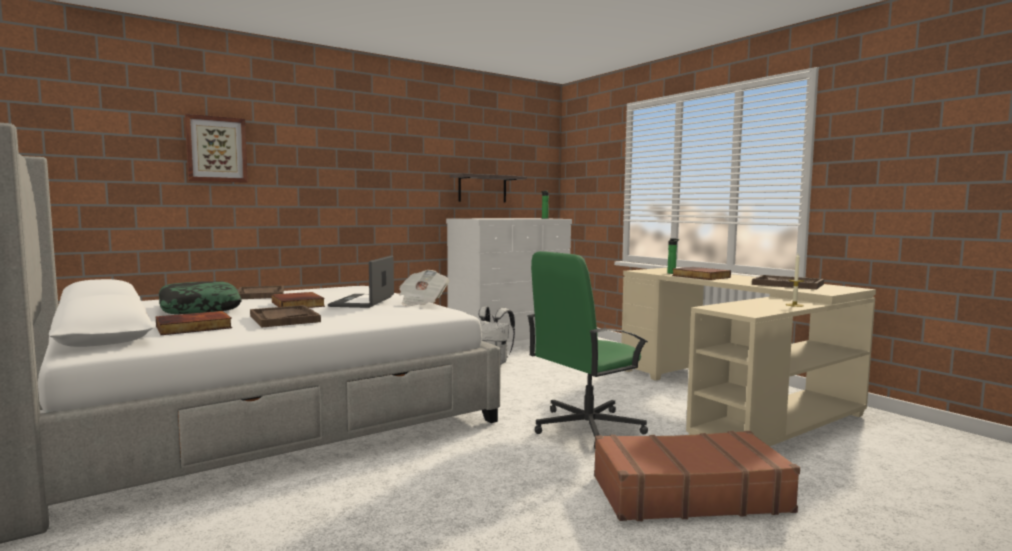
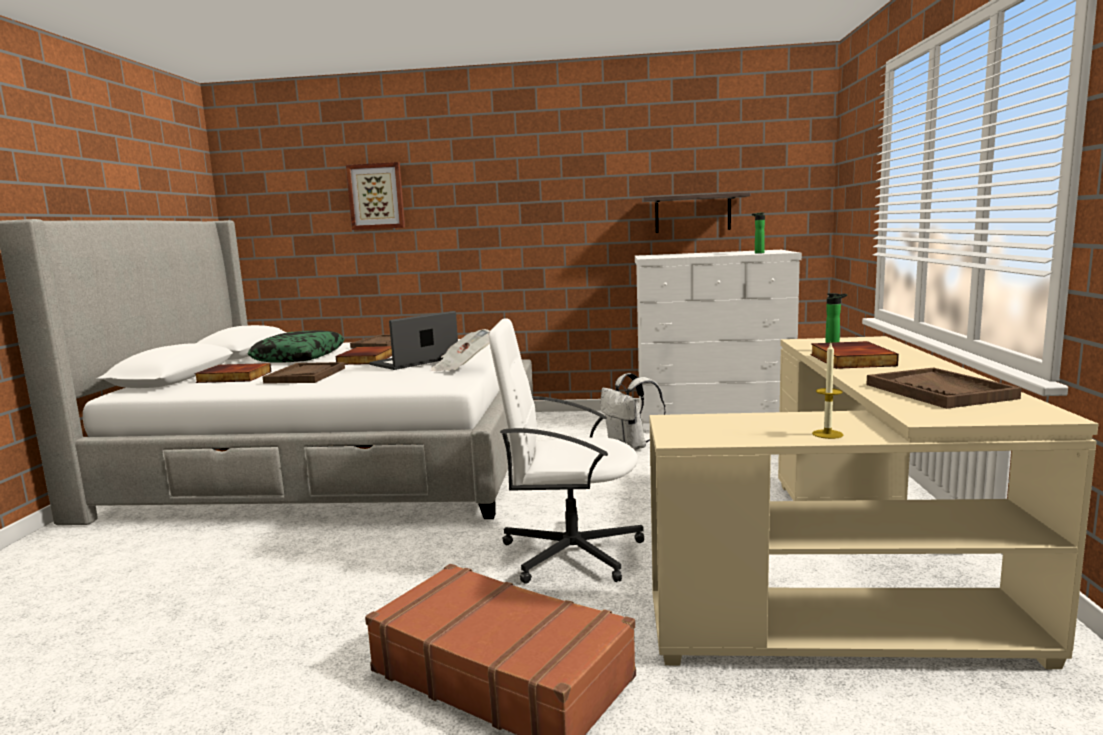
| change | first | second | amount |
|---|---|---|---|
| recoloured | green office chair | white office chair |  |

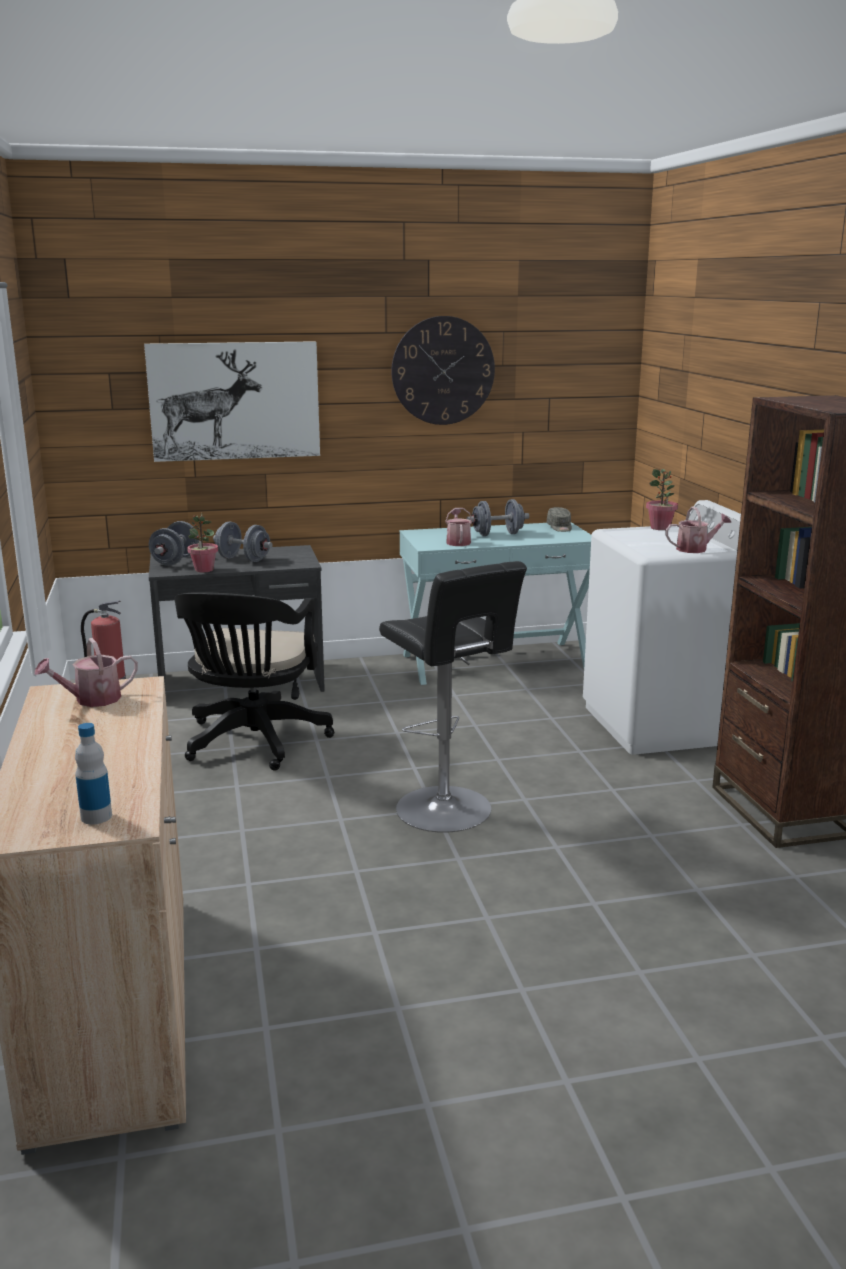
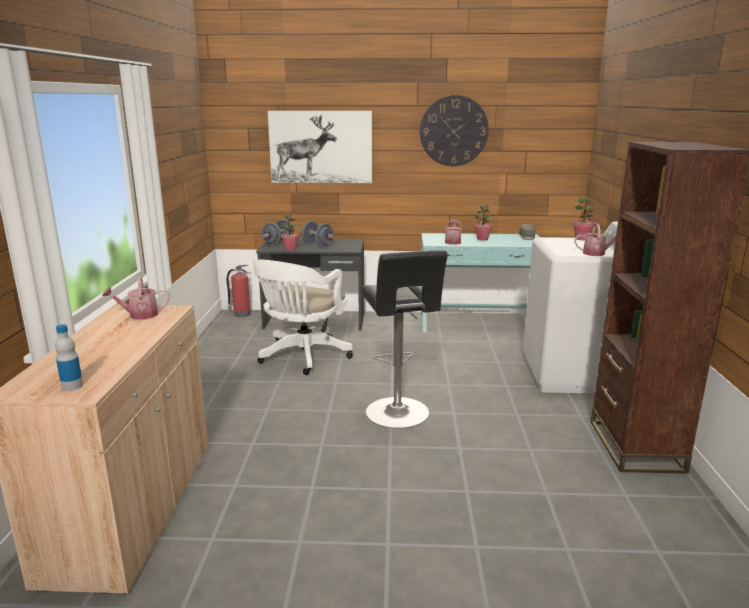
| change | first | second | amount |
|---|---|---|---|
| recoloured | black office chair | white office chair |  |
| replaced | grey dumbbell (3rd from left) | potted plant (2nd from left) |  |

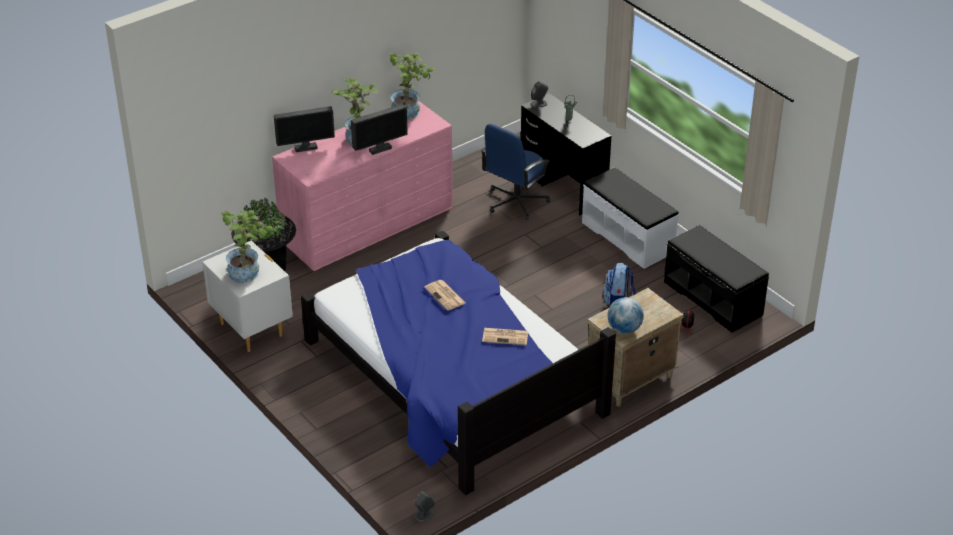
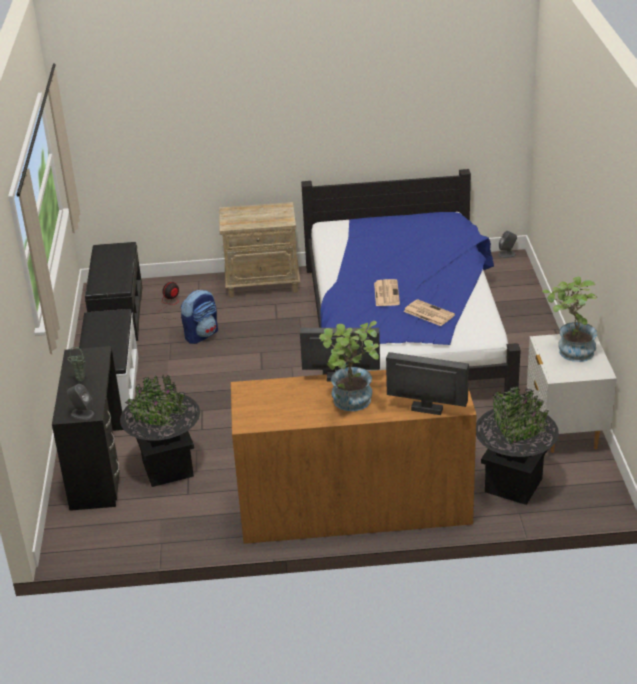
| change | first | second | amount |
|---|---|---|---|
| replaced | blue office chair | black planter (1st from left) |  |
| recoloured | pink dresser | brown dresser |  |
| moved | newspaper (2nd from left) |  |  |
| removed | potted plant (3rd from left) |  |  |
| removed | globe |  |  |

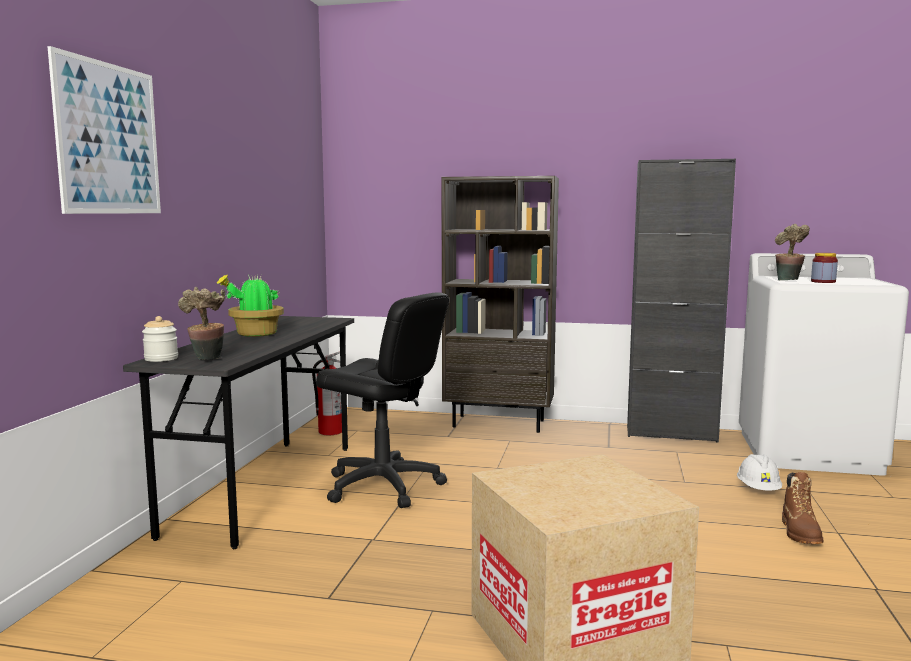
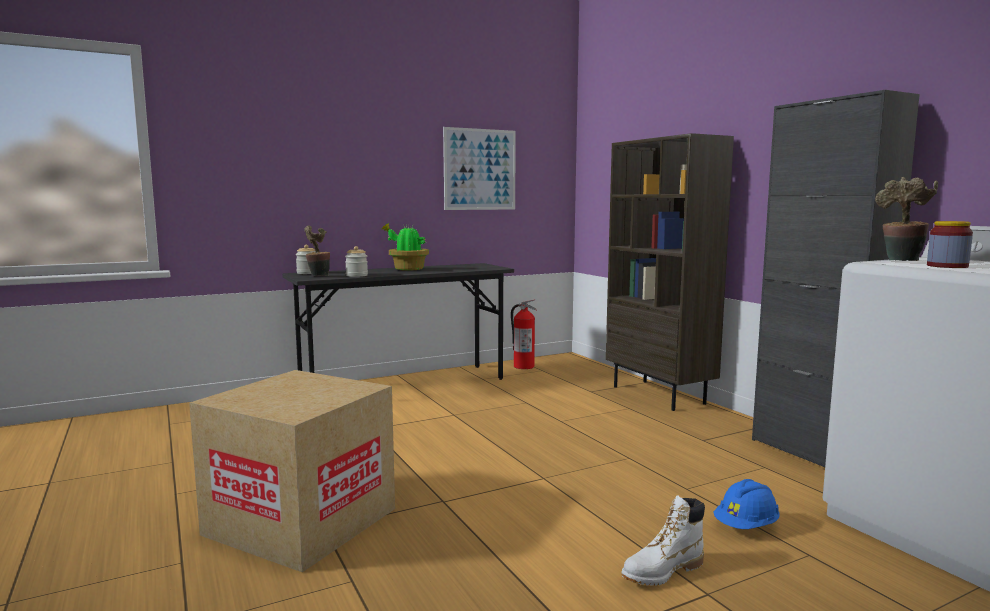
| change | first | second | amount |
|---|---|---|---|
| added |  | jar (2nd from left) |  |
| moved | picture |  |  |
| recoloured | brown boot | white boot |  |
| recoloured | white hard hat | blue hard hat |  |
| removed | black office chair |  |  |

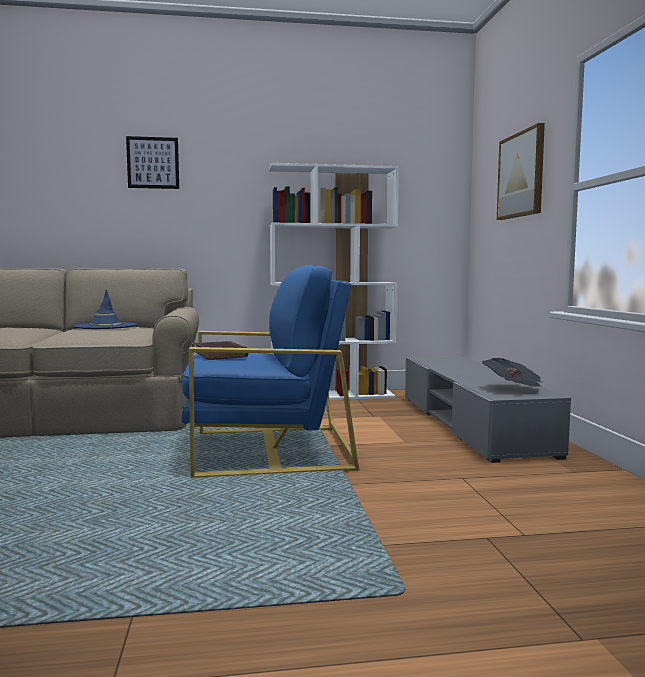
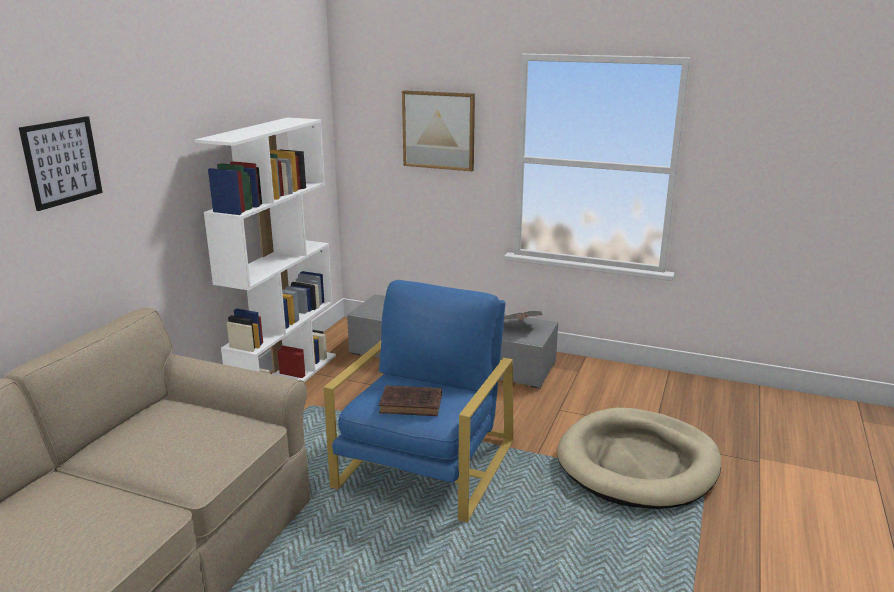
| change | first | second | amount |
|---|---|---|---|
| added |  | beige dog bed |  |
| removed | blue hat |  |  |

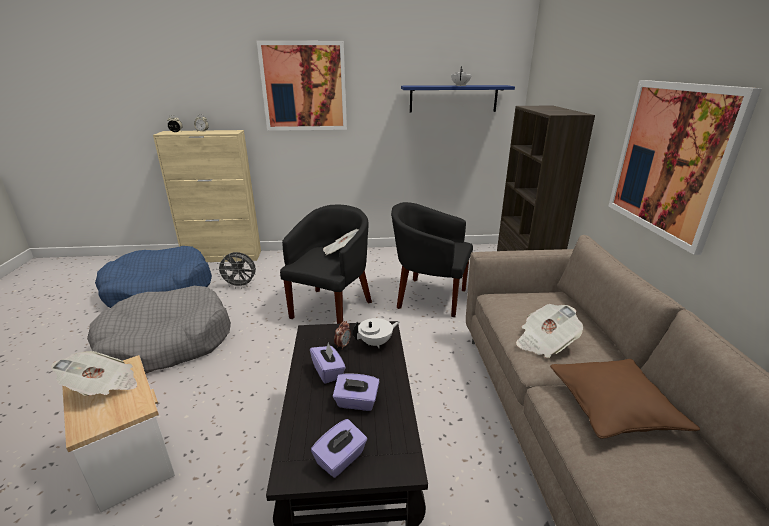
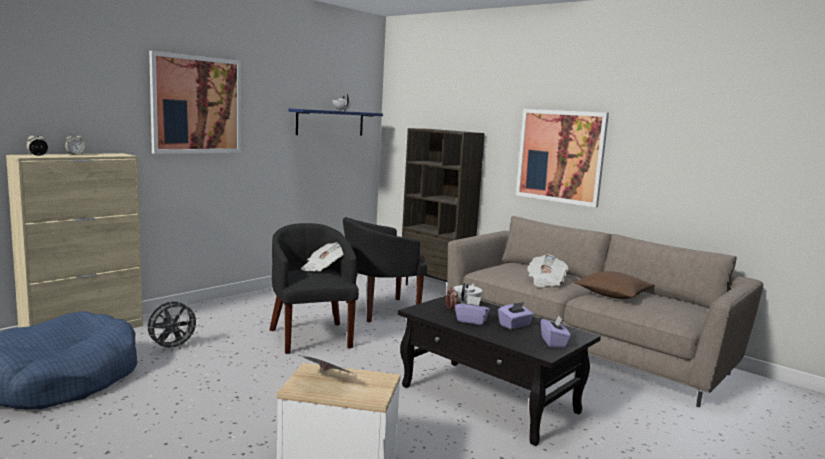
| change | first | second | amount |
|---|---|---|---|
| removed | grey dog bed |  |  |

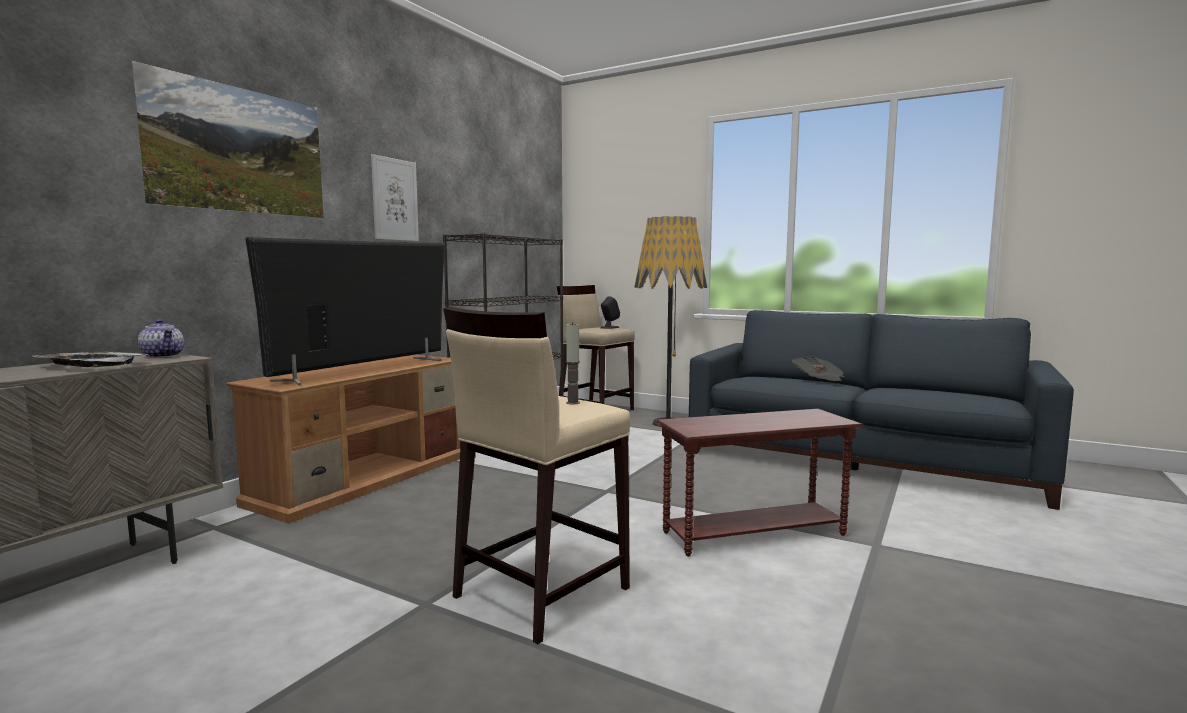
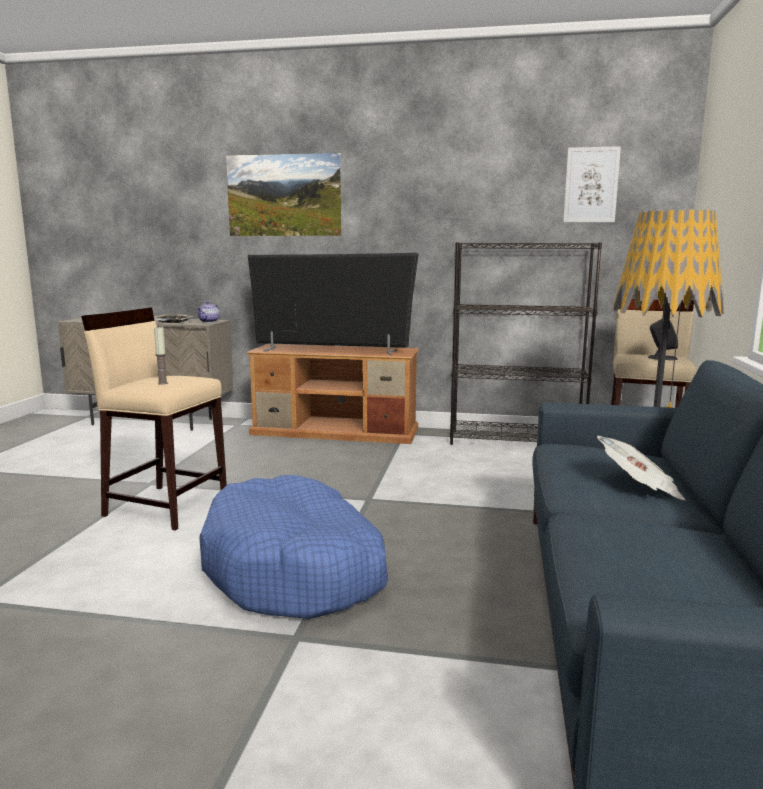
| change | first | second | amount |
|---|---|---|---|
| replaced | brown side table | blue dog bed |  |
| moved | picture (2nd from left) |  |  |

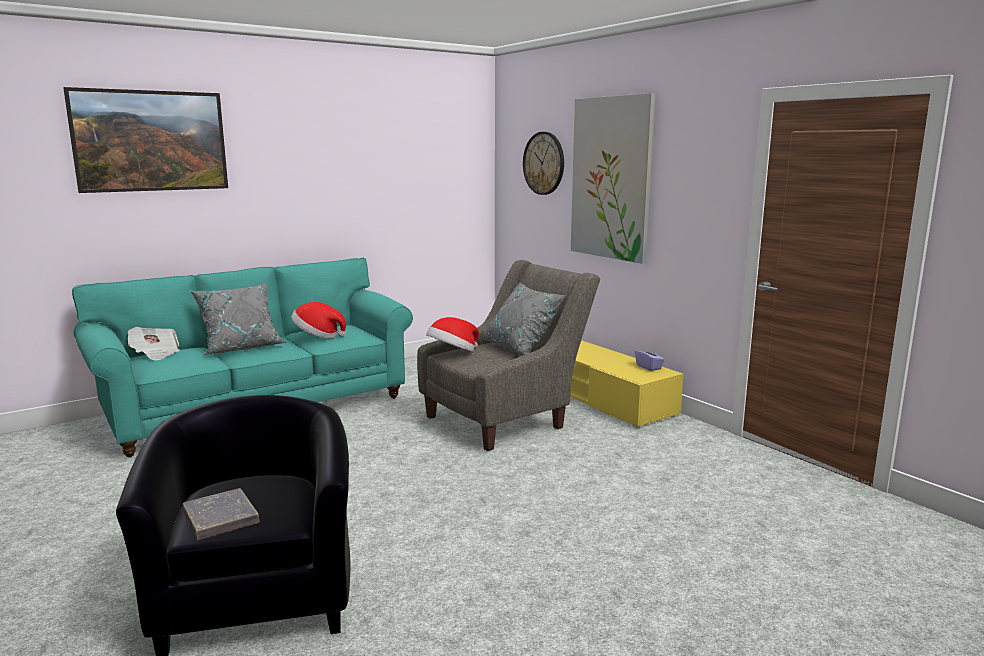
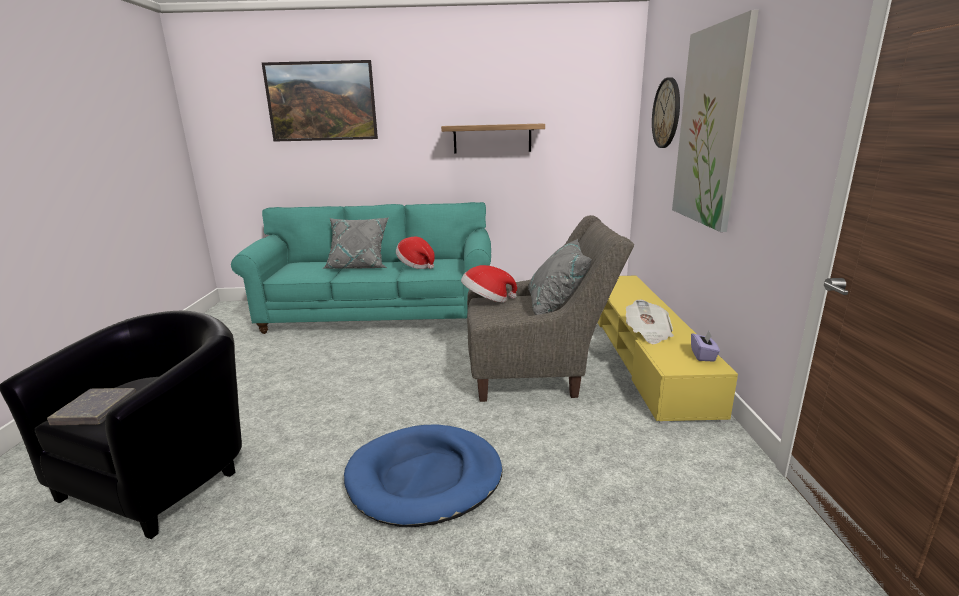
| change | first | second | amount |
|---|---|---|---|
| added |  | blue dog bed |  |
| added |  | shelf |  |
| moved | newspaper |  |  |

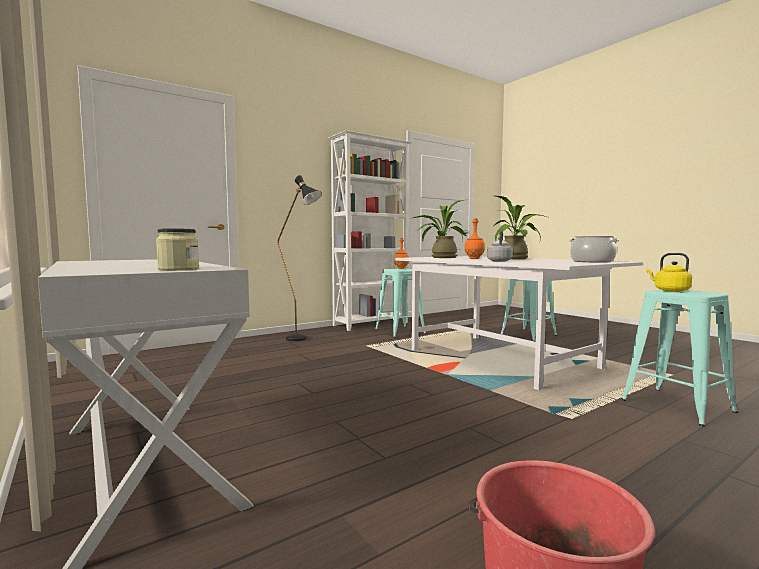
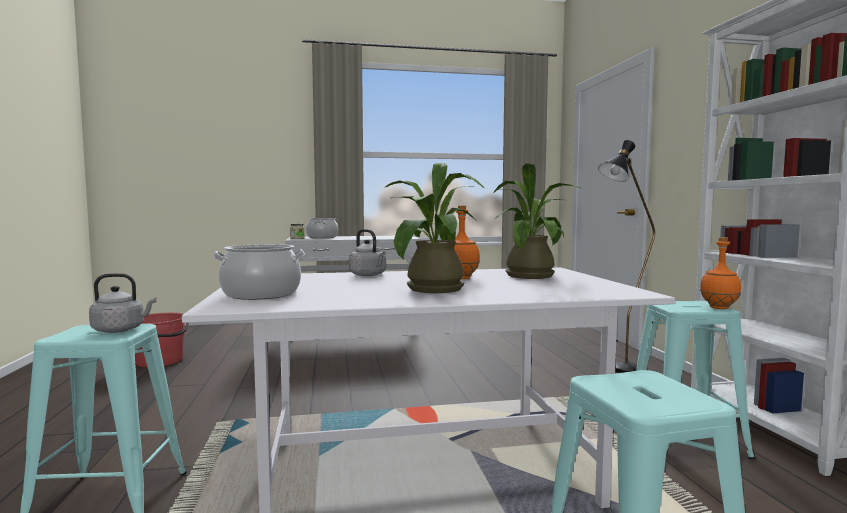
| change | first | second | amount |
|---|---|---|---|
| recoloured | yellow kettle | grey kettle (1st from left) |  |
| added |  | cooking pot (2nd from left) |  |

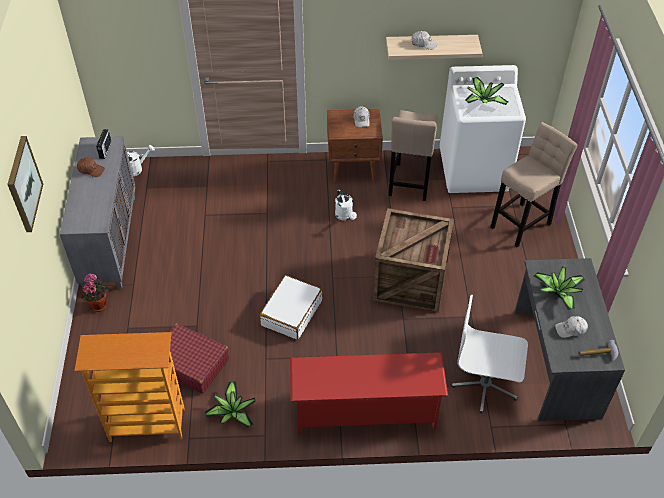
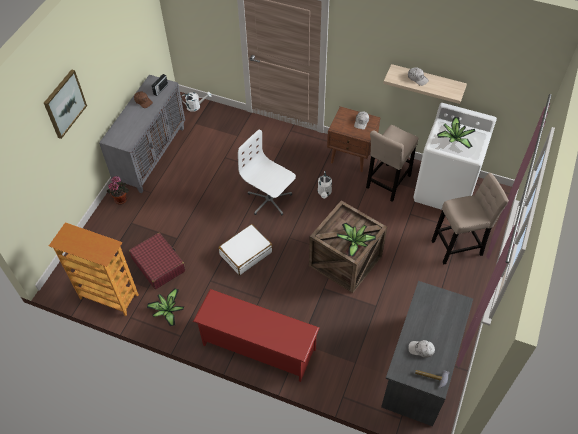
| change | first | second | amount |
|---|---|---|---|
| moved | white office chair |  |  |
| moved | potted plant (4th from left in the first image) | potted plant (3rd from left) |  |

